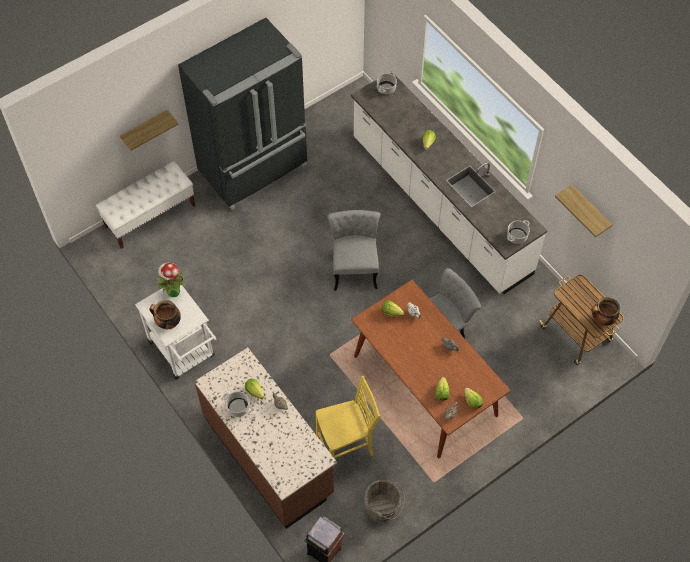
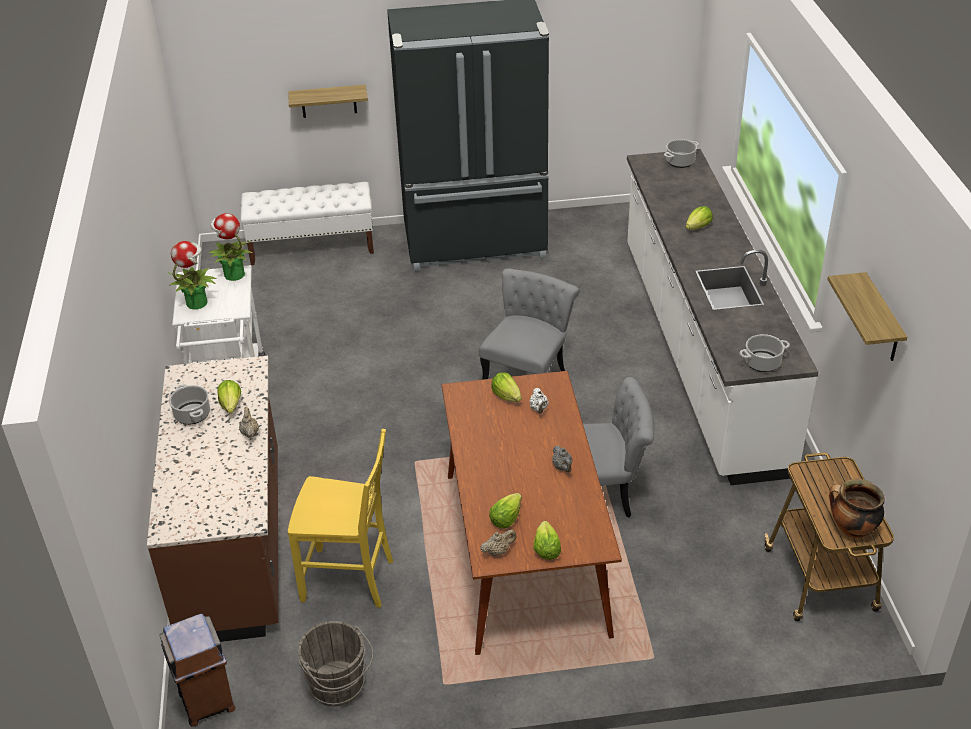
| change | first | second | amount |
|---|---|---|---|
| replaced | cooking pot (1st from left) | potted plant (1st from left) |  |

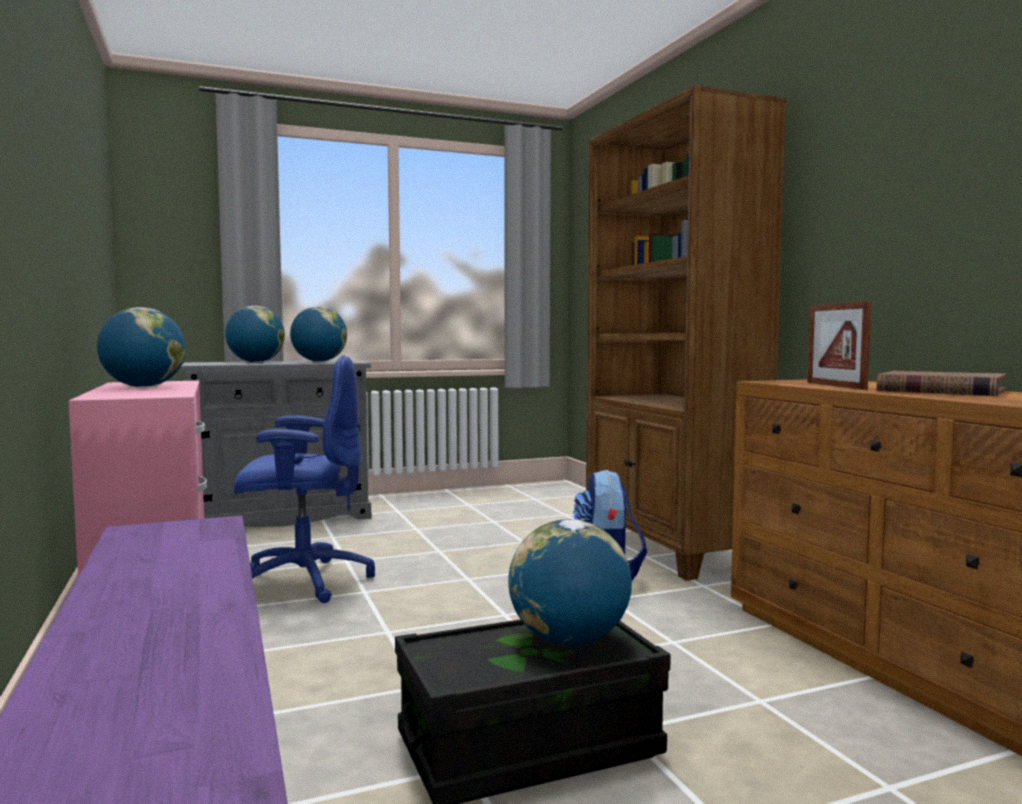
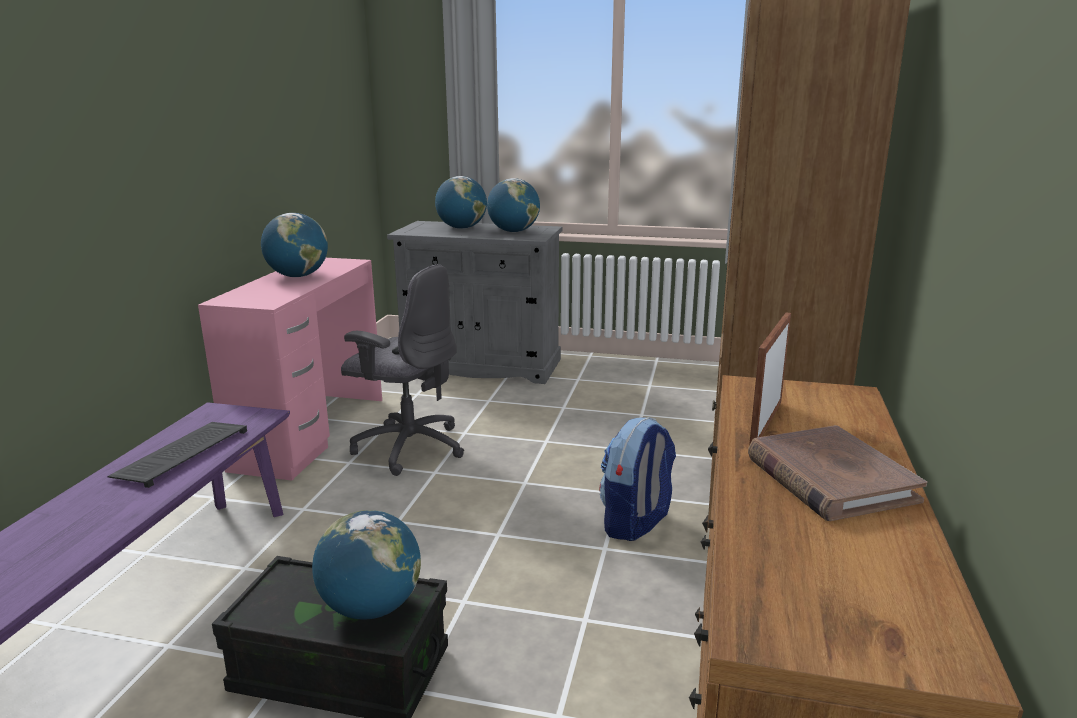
| change | first | second | amount |
|---|---|---|---|
| added |  | keyboard |  |
| recoloured | blue office chair | grey office chair |  |

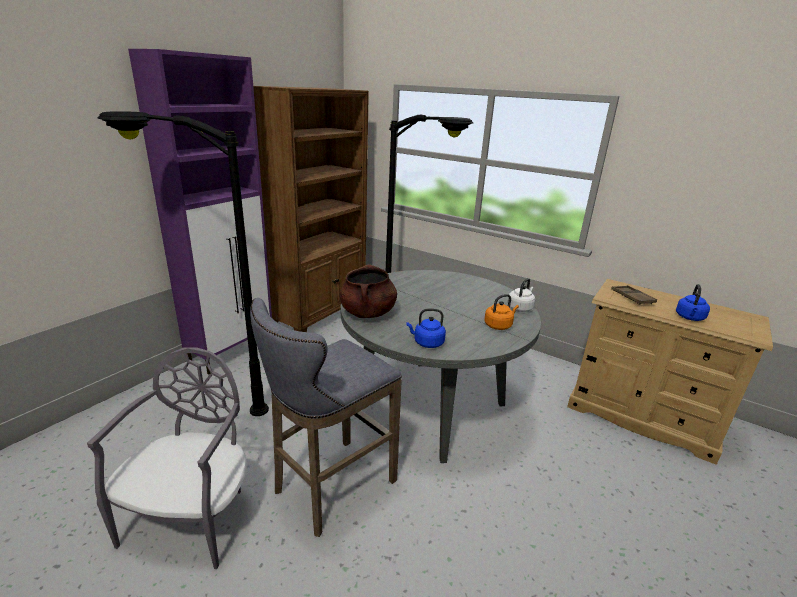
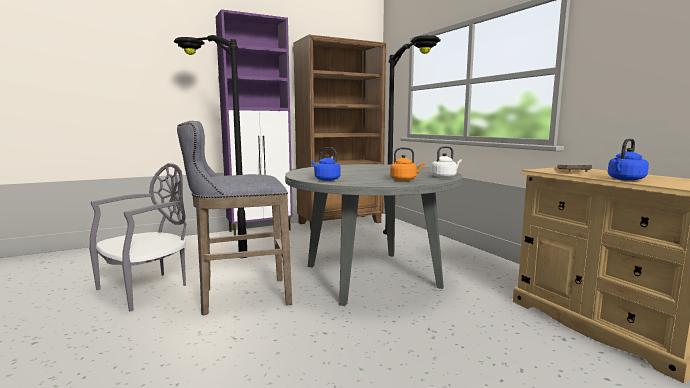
| change | first | second | amount |
|---|---|---|---|
| removed | brown cooking pot |  |  |

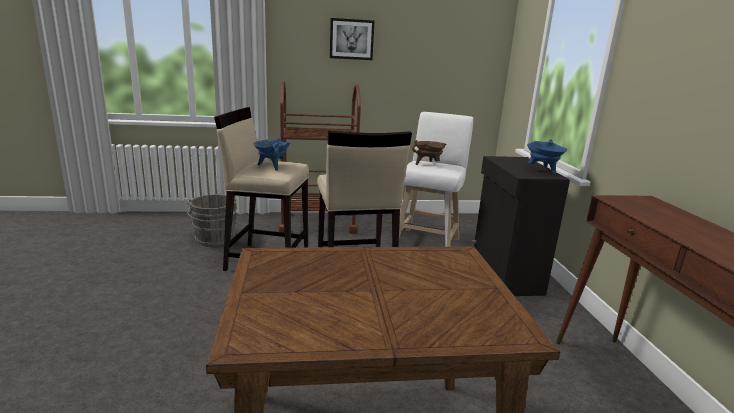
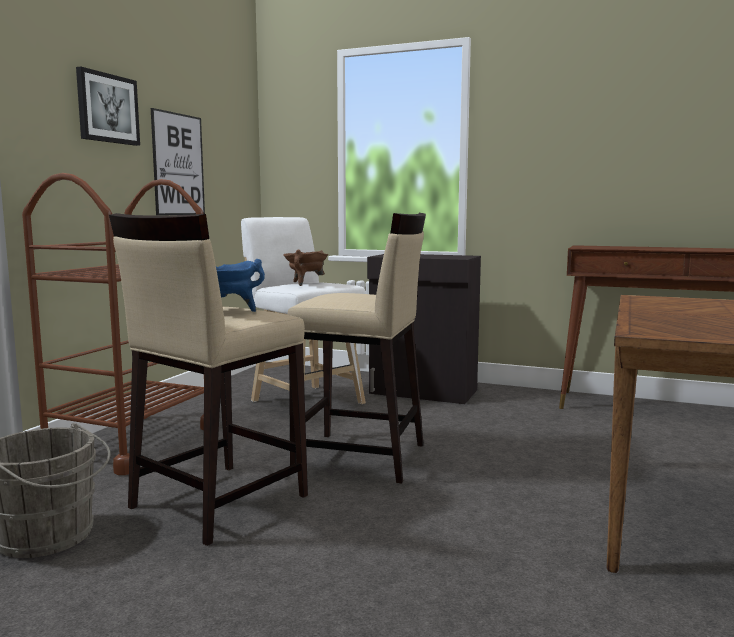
| change | first | second | amount |
|---|---|---|---|
| added |  | picture (2nd from left) |  |
| removed | blue cooking pot (2nd from left) |  |  |

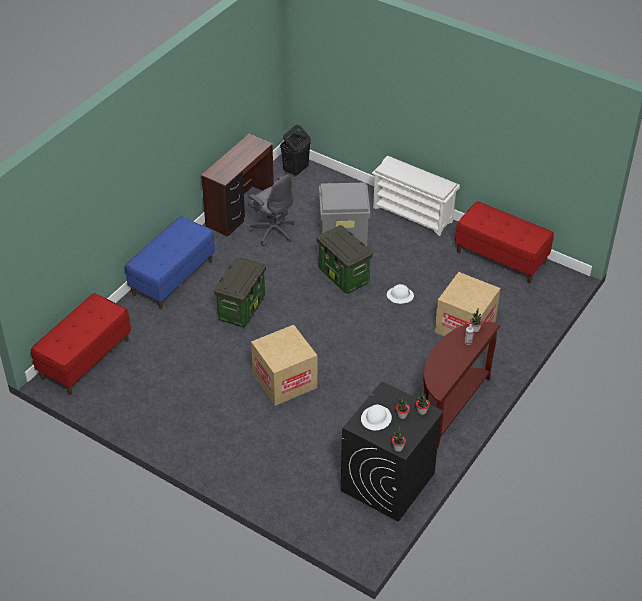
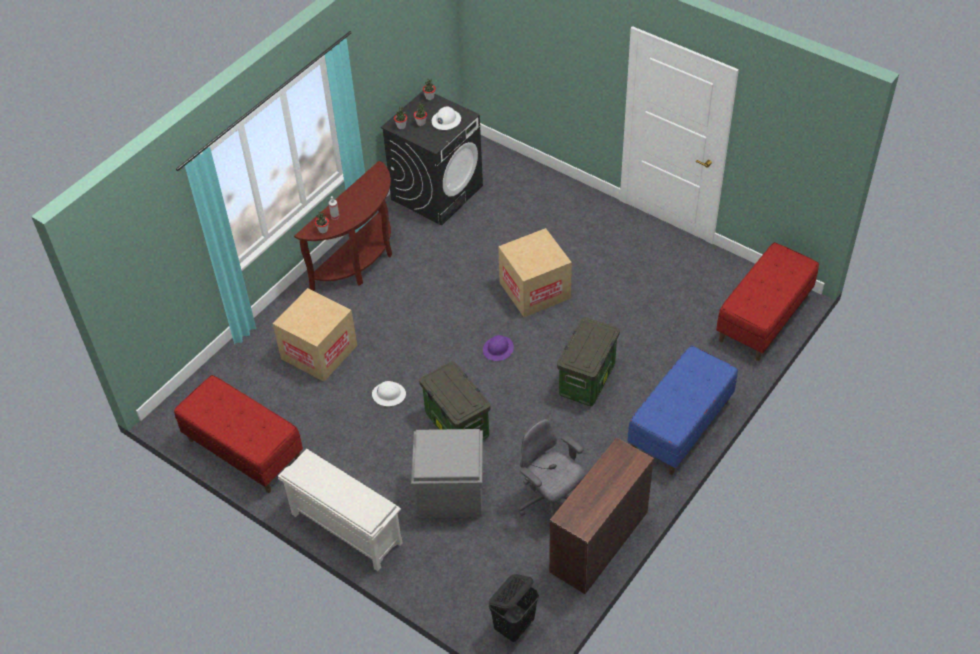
| change | first | second | amount |
|---|---|---|---|
| added |  | purple hard hat |  |

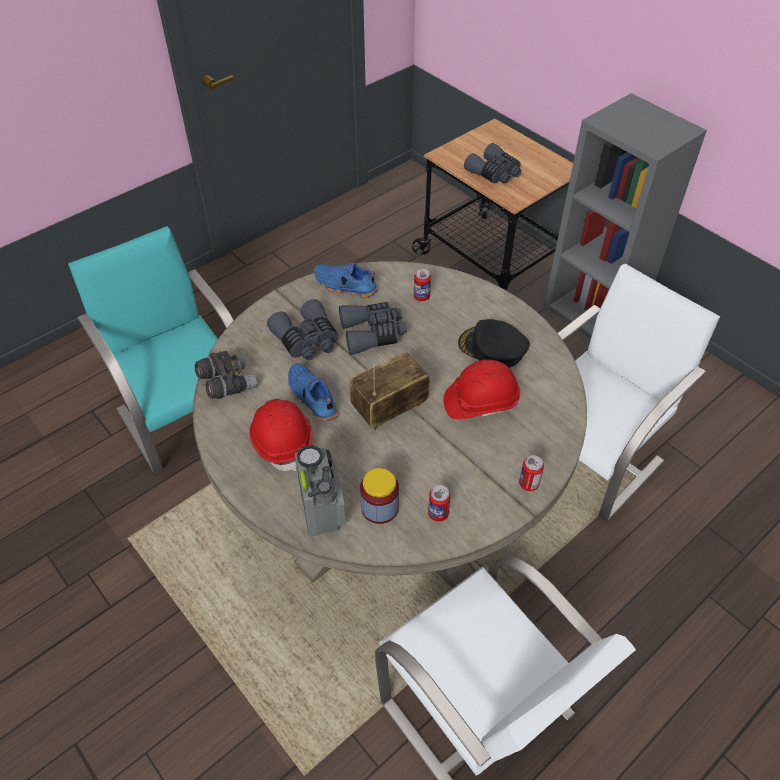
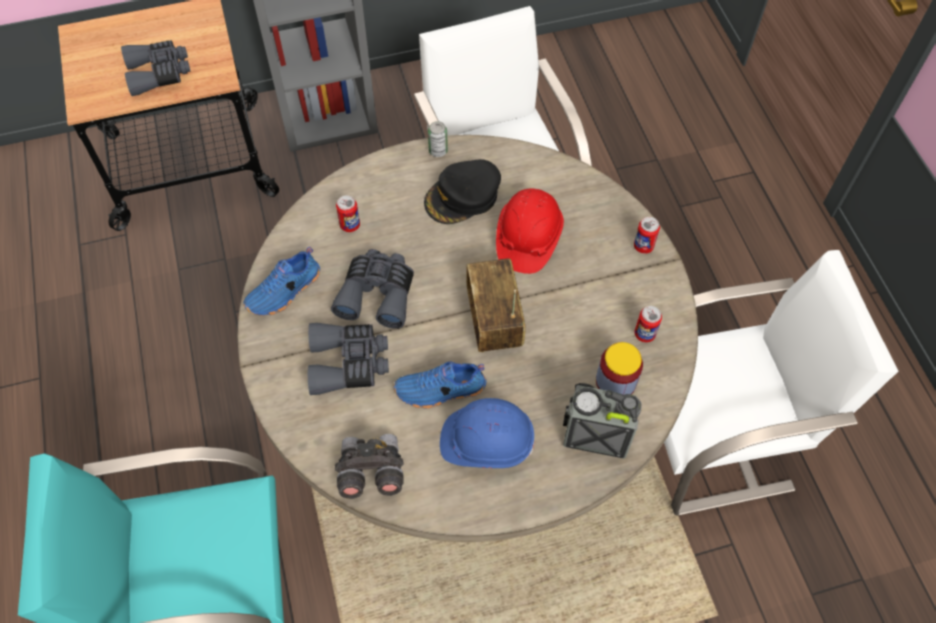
| change | first | second | amount |
|---|---|---|---|
| added |  | can (2nd from left) |  |
| recoloured | red hard hat (1st from left) | blue hard hat |  |

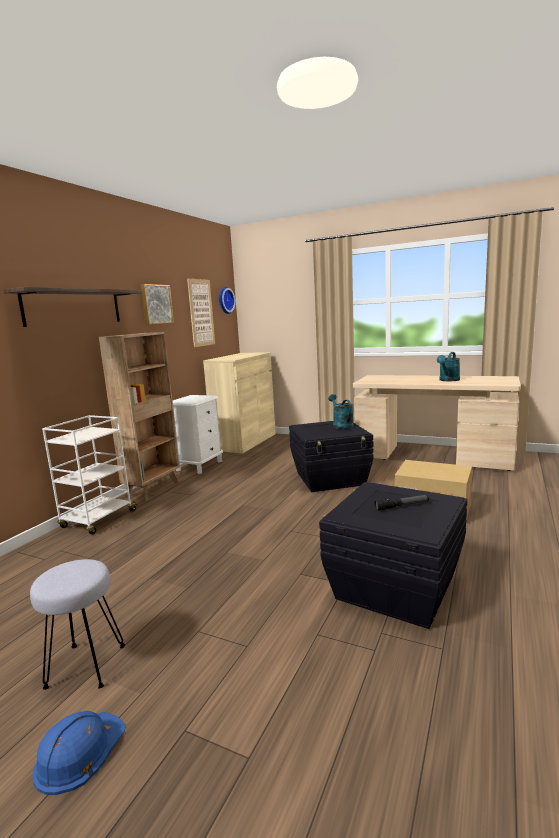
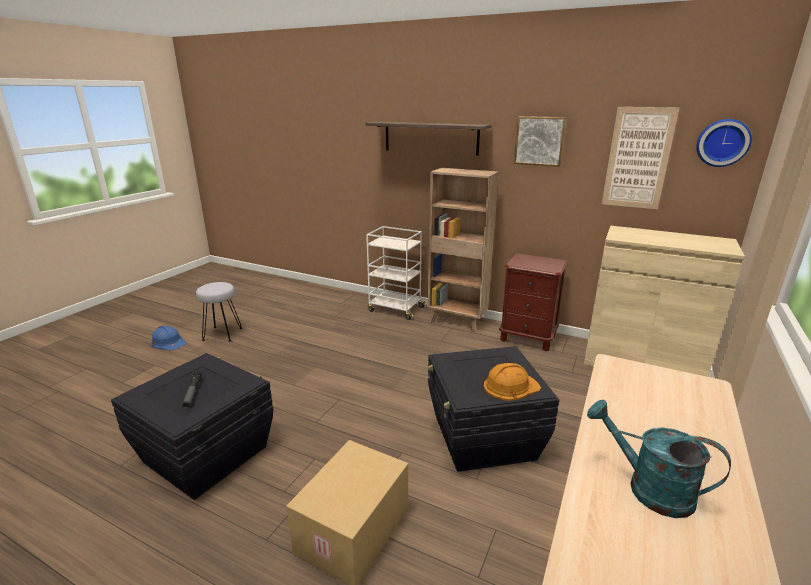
| change | first | second | amount |
|---|---|---|---|
| replaced | turquoise watering can (1st from left) | orange hard hat |  |
| recoloured | white nightstand | brown nightstand |  |

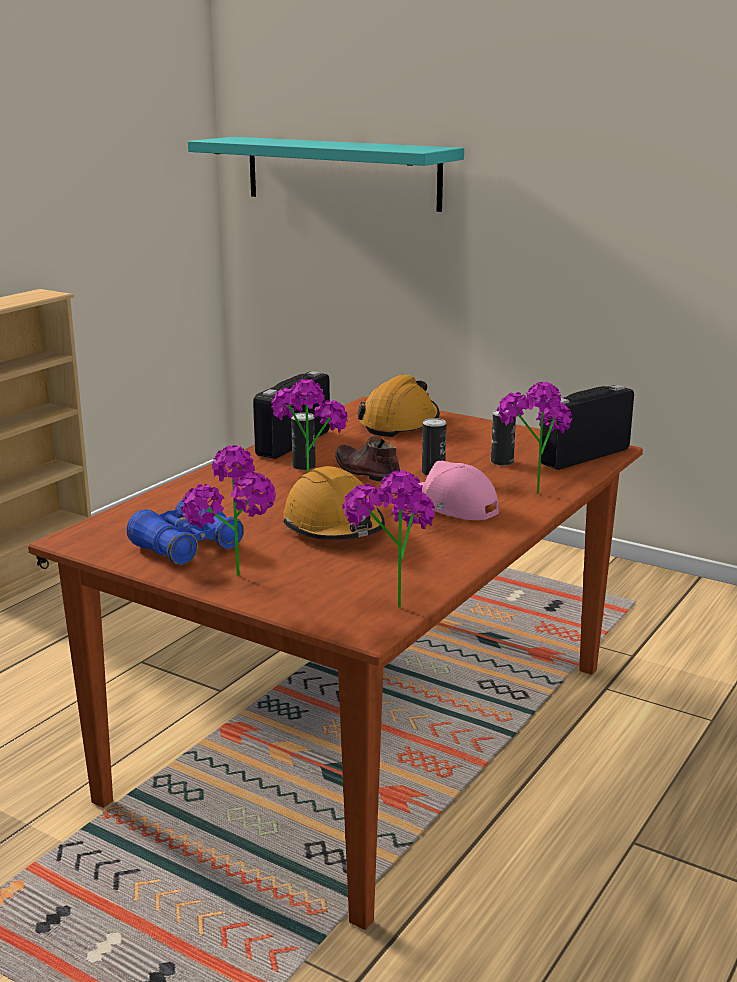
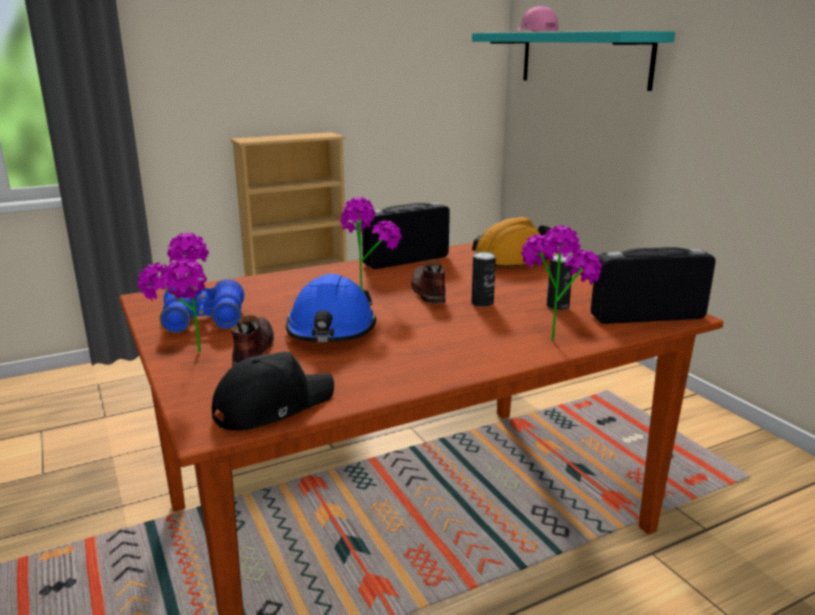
| change | first | second | amount |
|---|---|---|---|
| replaced | potted plant (3rd from left) | black cap |  |
| added |  | brown shoe (1st from left) |  |
| recoloured | orange hard hat (1st from left) | blue hard hat |  |
| moved | pink cap |  |  |
| removed | can (1st from left) |  |  |

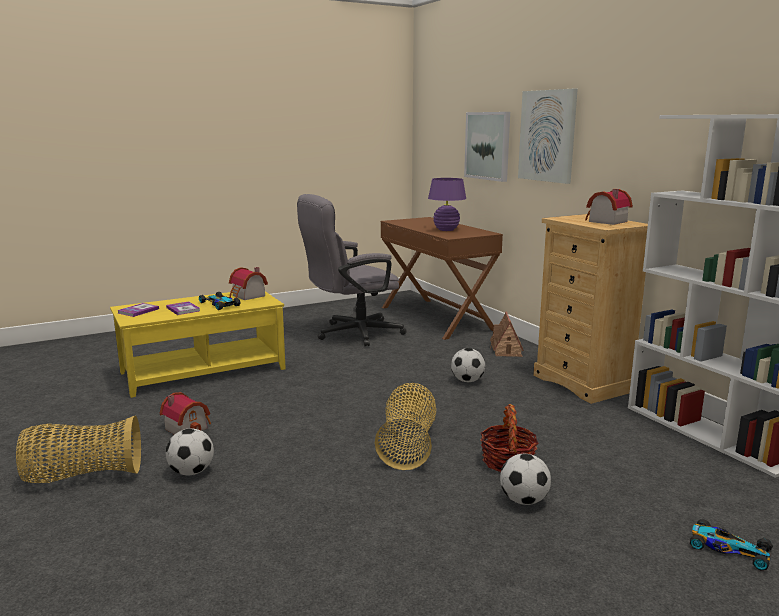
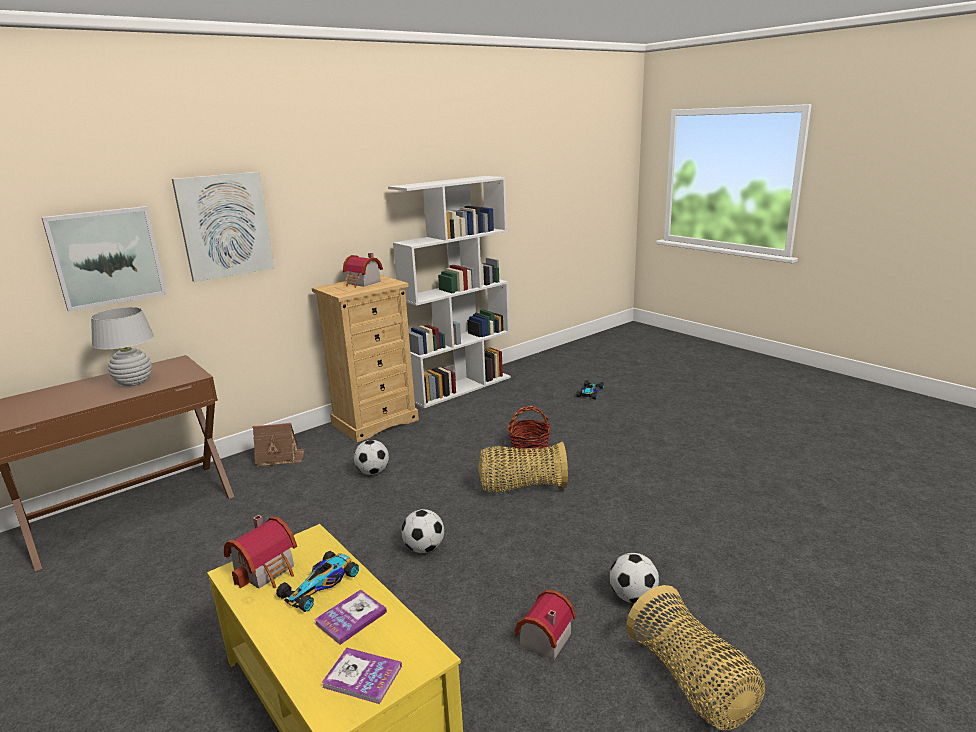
| change | first | second | amount |
|---|---|---|---|
| recoloured | purple table lamp | white table lamp |  |
| moved | football (3rd from left in the first image) | football (2nd from left) |  |
| removed | grey office chair |  |  |

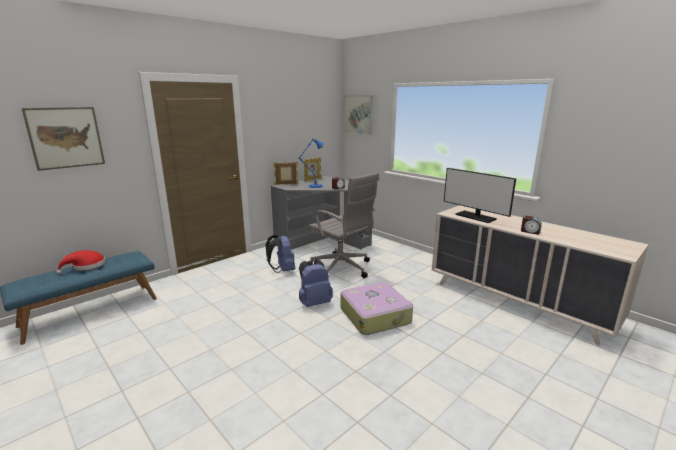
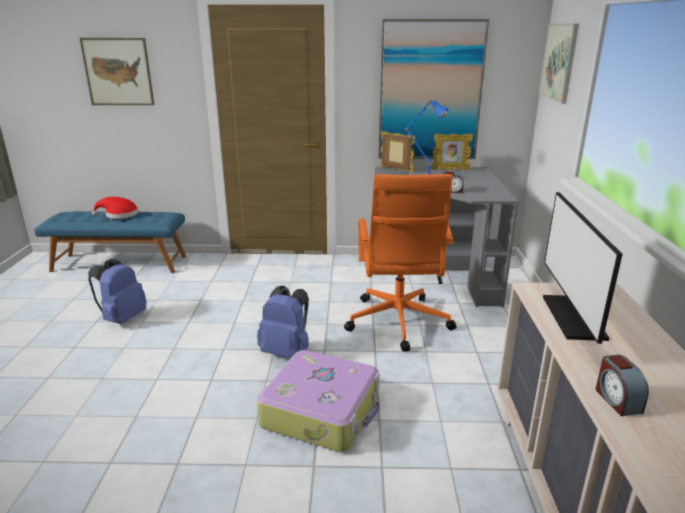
| change | first | second | amount |
|---|---|---|---|
| moved | blue backpack (1st from left) |  |  |
| recoloured | grey office chair | orange office chair |  |
| added |  | picture (2nd from left) |  |

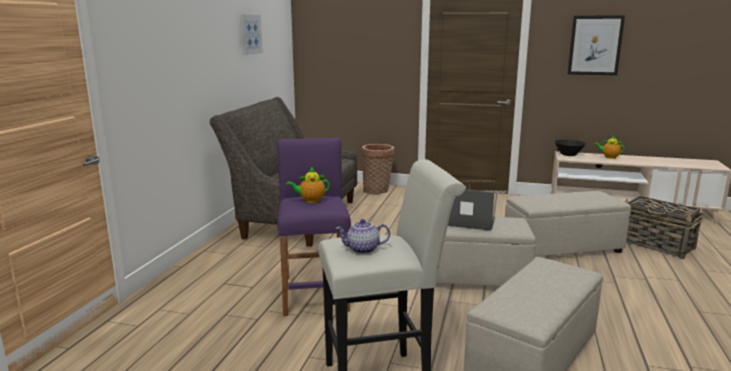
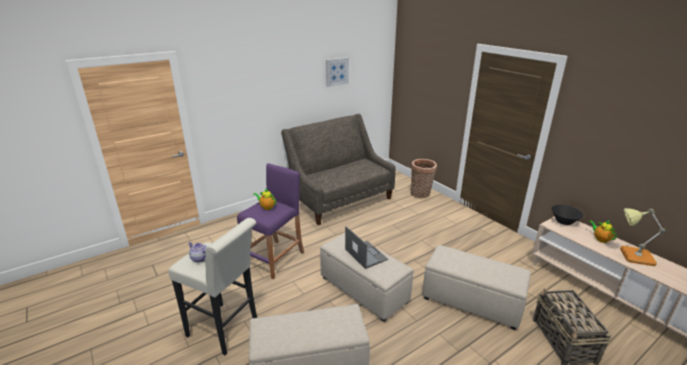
| change | first | second | amount |
|---|---|---|---|
| added |  | table lamp |  |
| removed | picture (2nd from left) |  |  |

